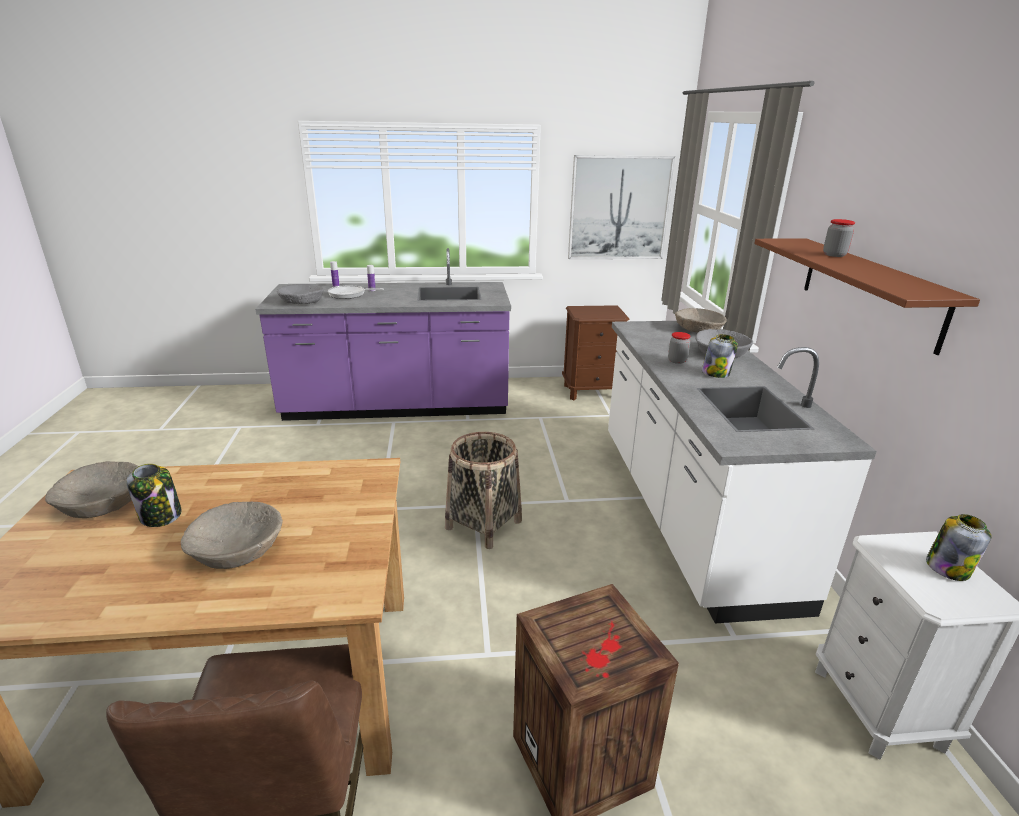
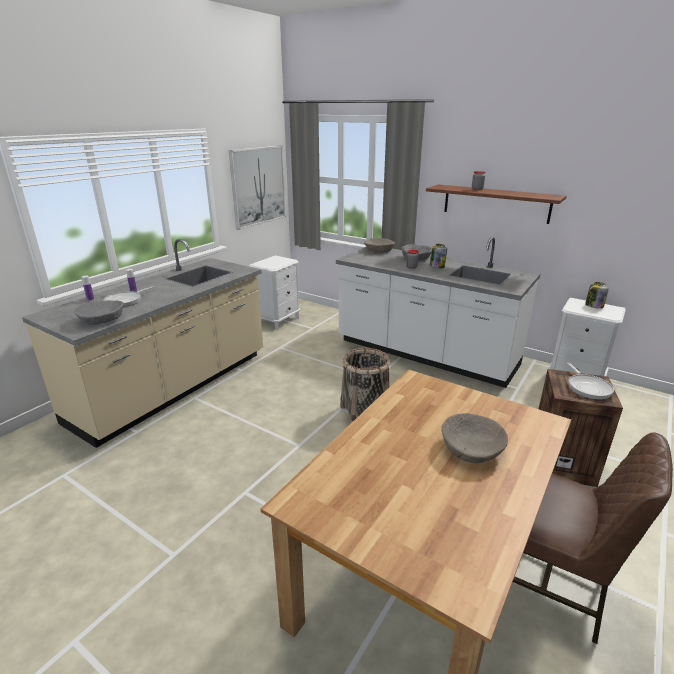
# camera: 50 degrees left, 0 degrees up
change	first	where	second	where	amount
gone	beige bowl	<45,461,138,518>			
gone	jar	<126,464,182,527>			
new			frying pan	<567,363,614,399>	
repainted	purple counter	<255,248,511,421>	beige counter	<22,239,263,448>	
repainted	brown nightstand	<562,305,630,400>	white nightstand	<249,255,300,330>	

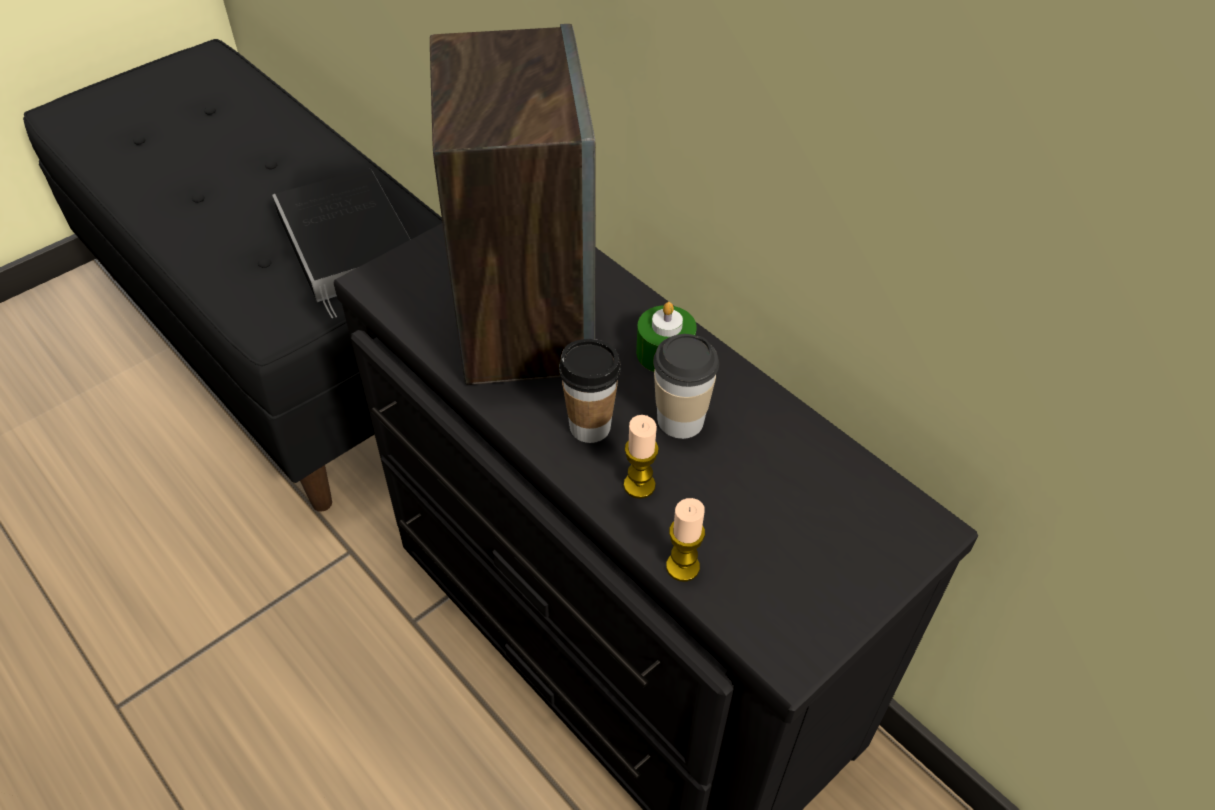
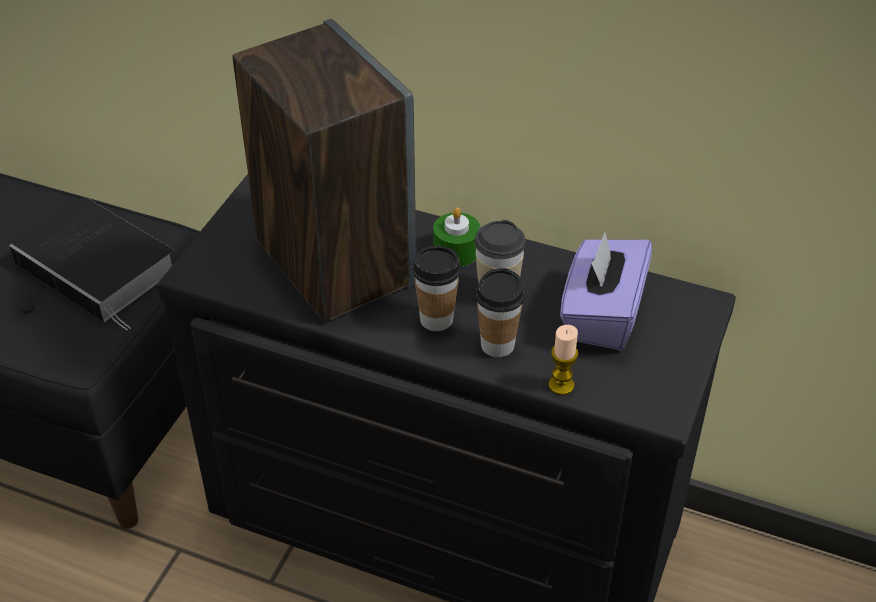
# camera: 25 degrees left, 5 degrees down
change	first	where	second	where	amount
new			purple tissue box	<560,232,652,350>	
swapped	candle	<624,415,659,499>	cup	<475,268,525,357>	

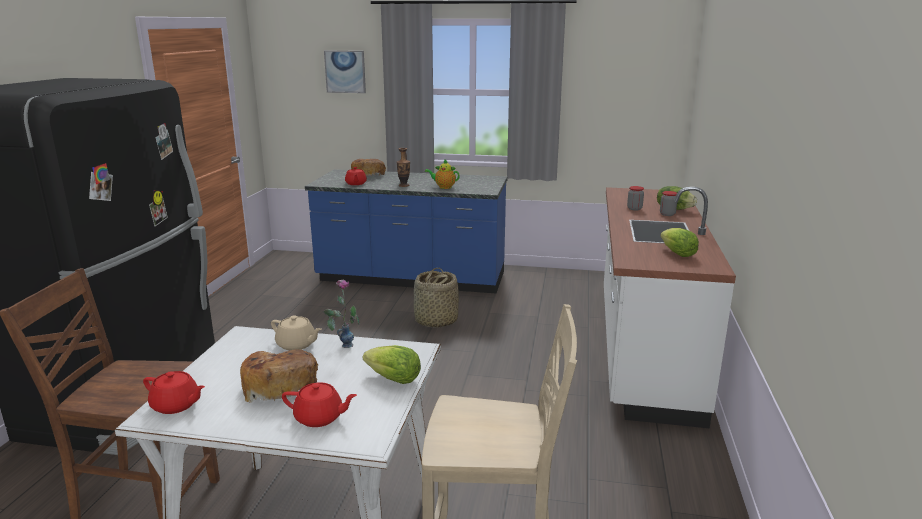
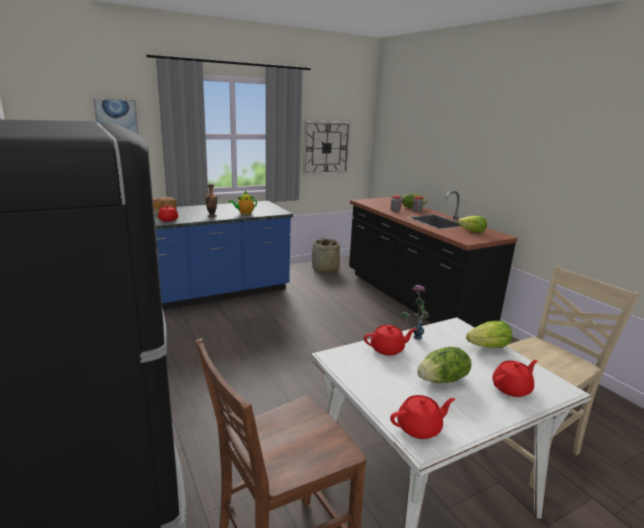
# camera: 40 degrees left, 0 degrees up
change	first	where	second	where	amount
new			wall clock	<303,121,351,175>	
shifted	basket	<414,268,459,328>		<312,237,340,273>	
swapped	bread	<240,349,318,402>	lettuce	<417,347,472,383>	
repainted	beige teapot	<271,315,322,351>	red teapot	<364,325,416,355>	
repainted	white counter	<604,187,736,428>	black counter	<349,191,518,327>	

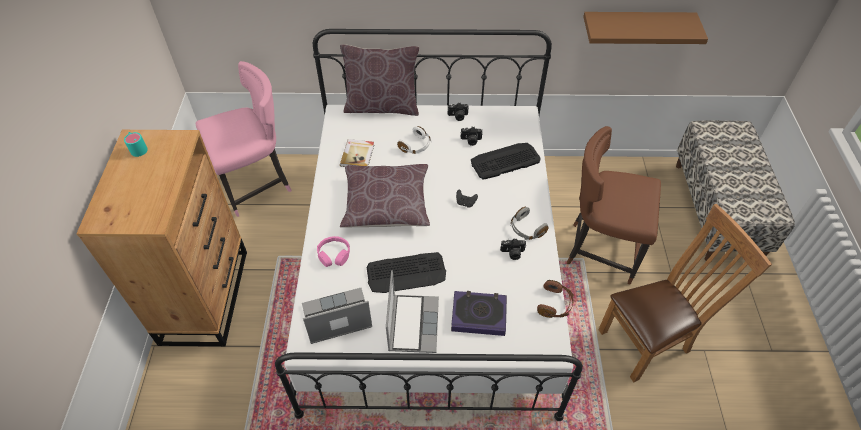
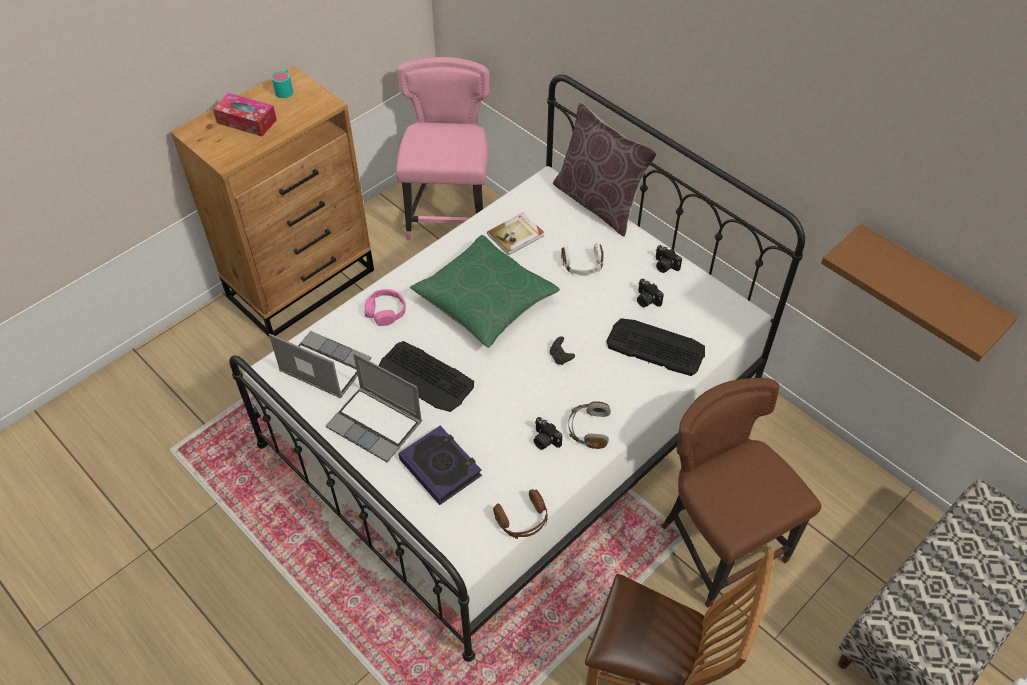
# camera: 45 degrees right, 0 degrees up
change	first	where	second	where	amount
new			tissue box	<213,93,277,136>	
repainted	brown pillow	<340,164,430,227>	green pillow	<410,235,560,348>	
rotated	pink chair	<195,61,291,217>		<396,57,489,240>	105 degrees counterclockwise
rotated	laptop	<386,270,439,353>		<326,353,422,463>	75 degrees clockwise

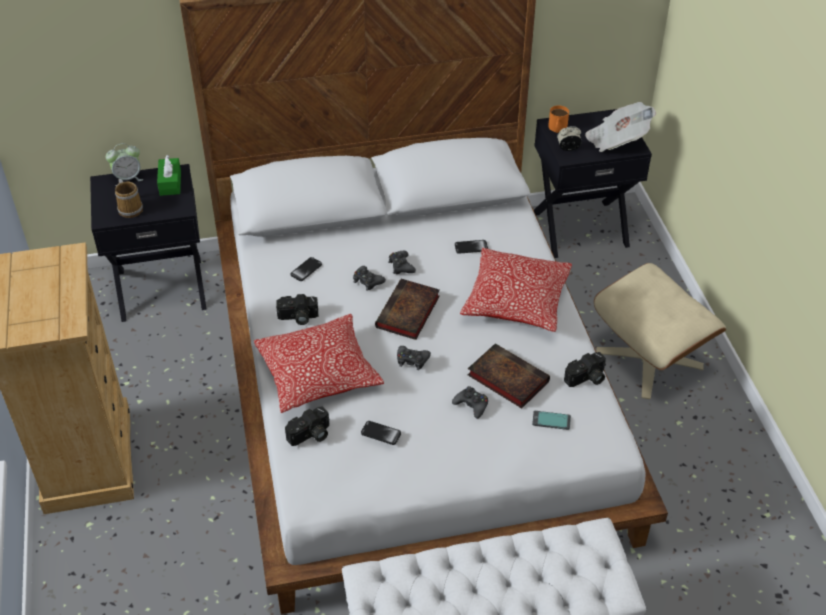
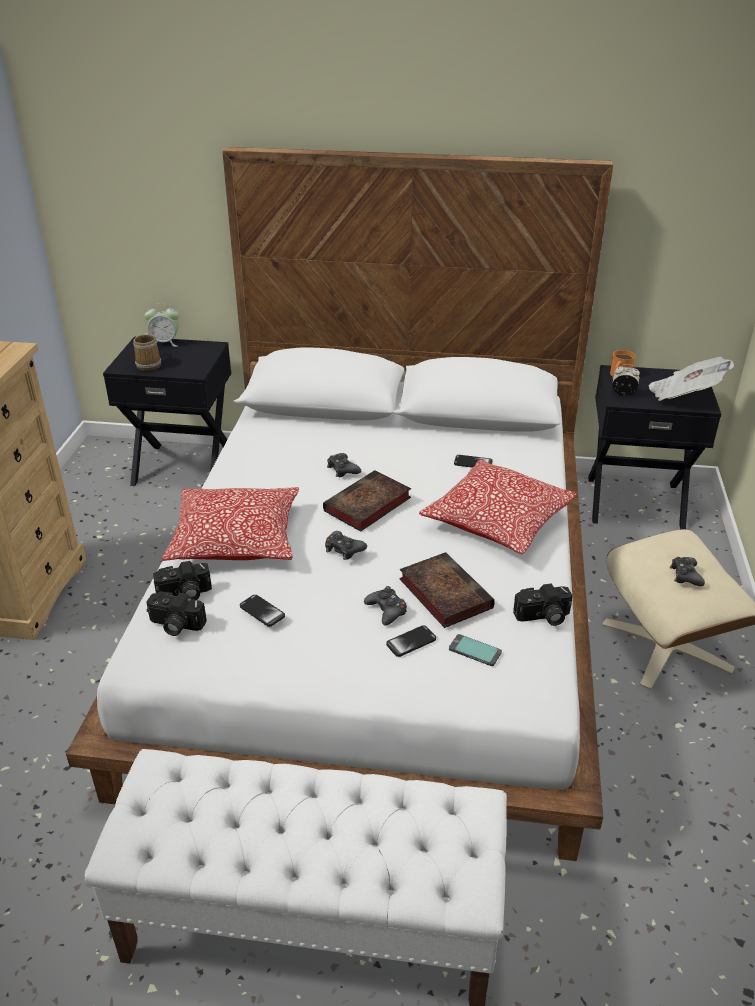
# camera: 20 degrees right, 10 degrees down
change	first	where	second	where	amount
gone	green tissue box	<157,155,181,196>			
shifted	photo camera	<276,294,318,325>		<146,591,207,636>	
shifted	phone	<290,257,322,281>		<386,625,436,657>	
shifted	black game controller	<388,251,416,274>		<670,557,705,586>	

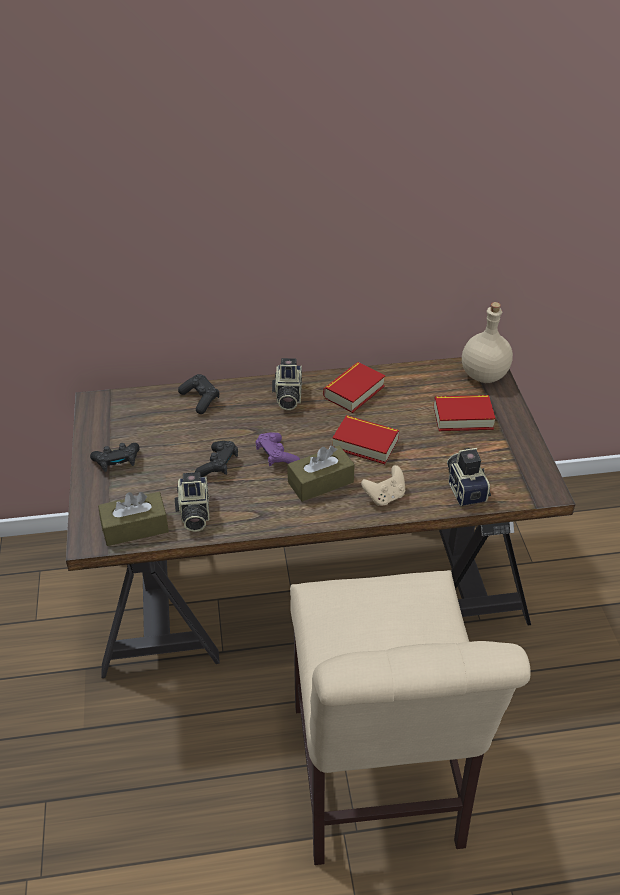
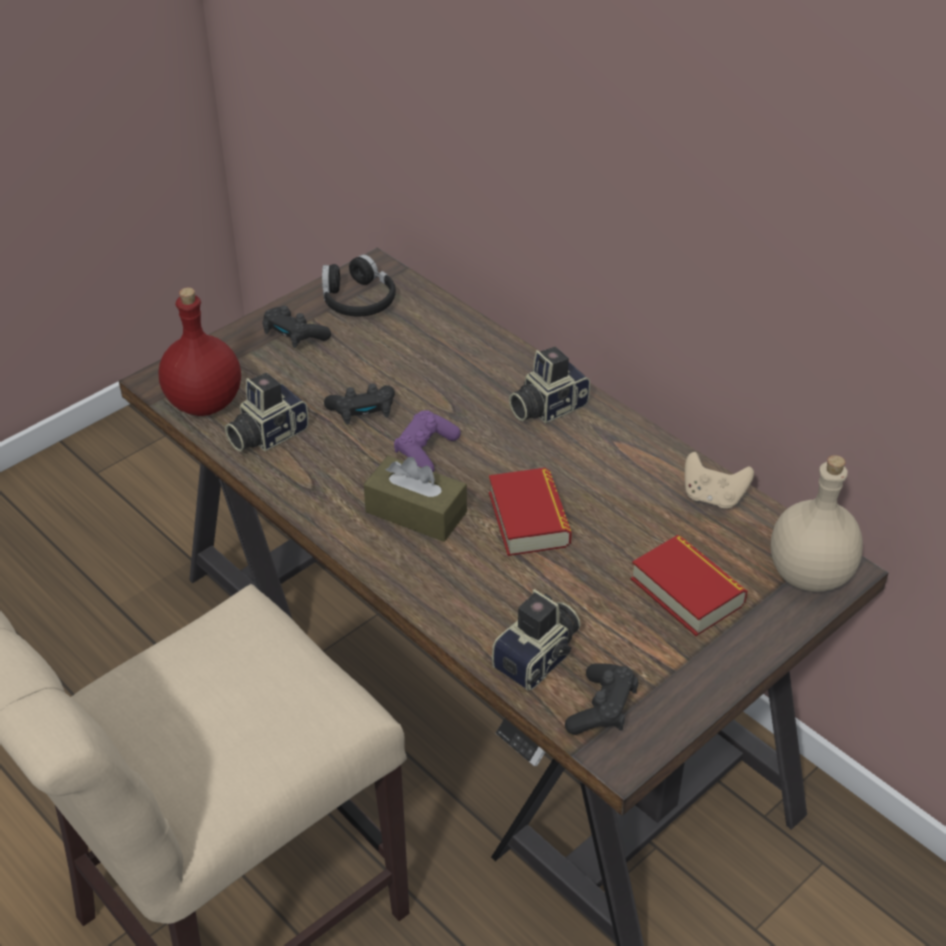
# camera: 55 degrees right, 0 degrees up
change	first	where	second	where	amount
gone	book	<323,362,385,413>			
new			black headphones	<322,254,396,317>	
shifted	black game controller	<178,374,219,414>		<565,663,639,735>	
shifted	beige game controller	<361,465,405,506>		<684,452,754,509>	
swapped	brown tissue box	<98,492,169,546>	red bottle	<158,288,241,416>	

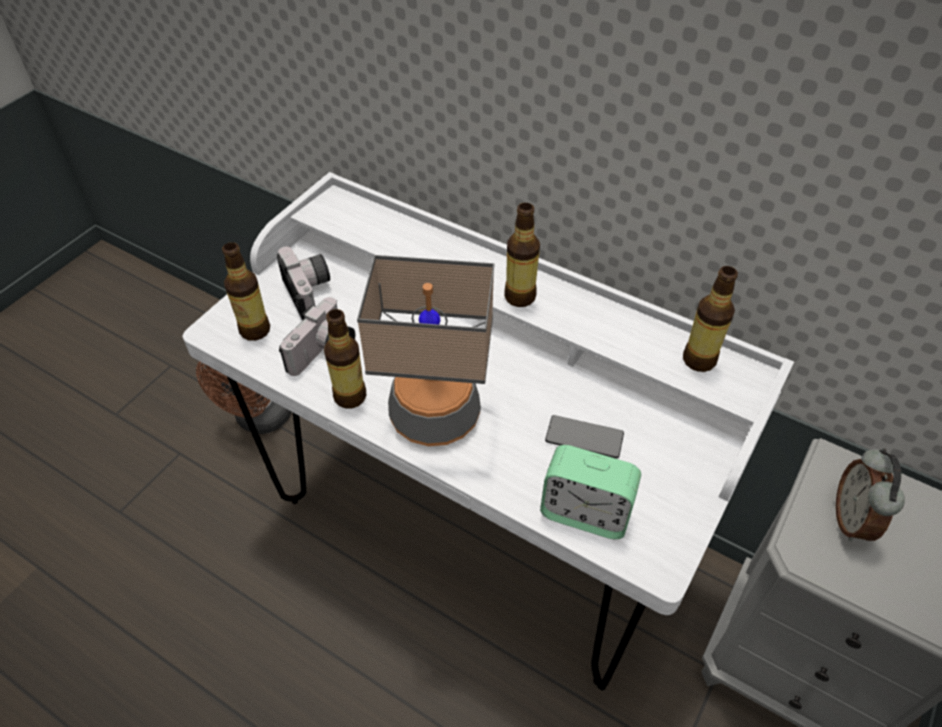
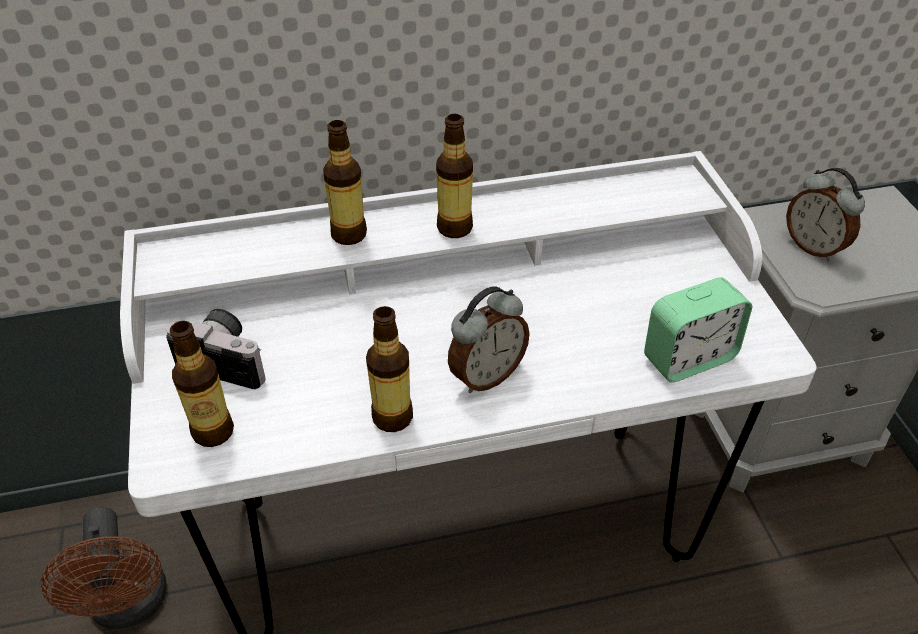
# camera: 45 degrees left, 5 degrees down
change	first	where	second	where	amount
gone	photo camera	<279,297,355,376>			
gone	phone	<545,415,624,459>			
shifted	bottle	<683,266,738,372>		<323,120,367,245>	
swapped	table lamp	<357,255,494,446>	alarm clock	<448,286,530,393>	

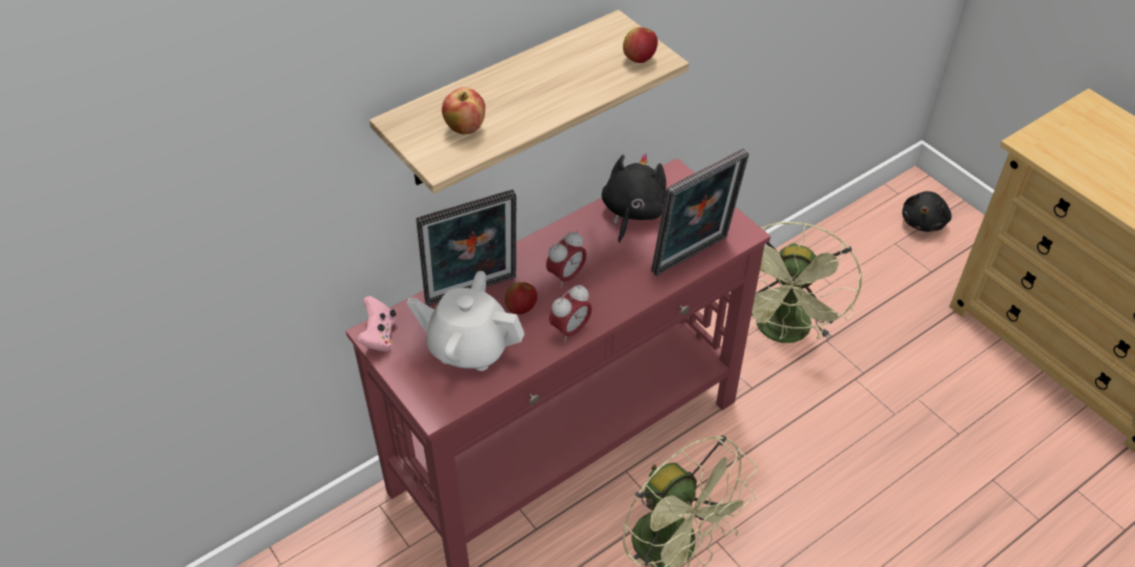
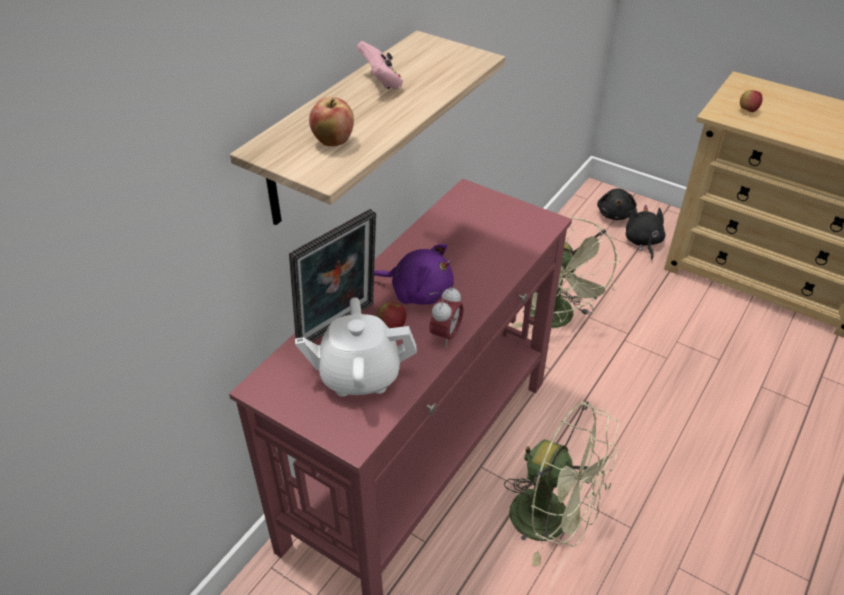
# camera: 20 degrees left, 5 degrees down
change	first	where	second	where	amount
gone	picture frame	<651,148,749,276>			
shifted	pink game controller	<356,296,396,351>		<357,41,403,90>	
shifted	black plush toy	<602,153,666,243>		<626,204,666,260>	
shifted	apple	<623,27,658,63>		<740,90,763,112>	
swapped	alarm clock	<546,231,587,288>	purple plush toy	<374,244,454,305>	

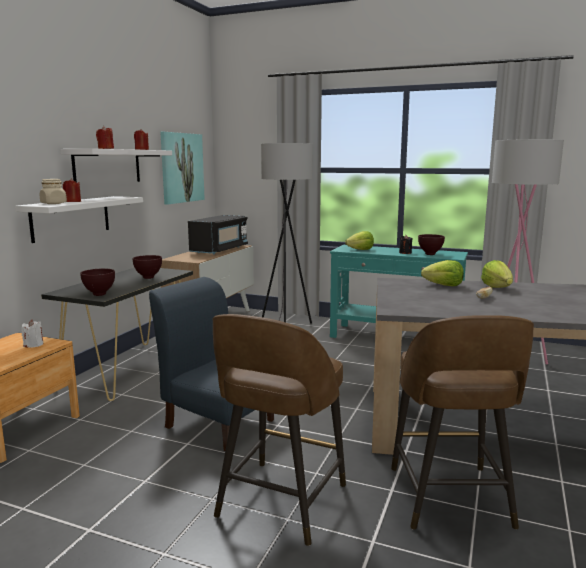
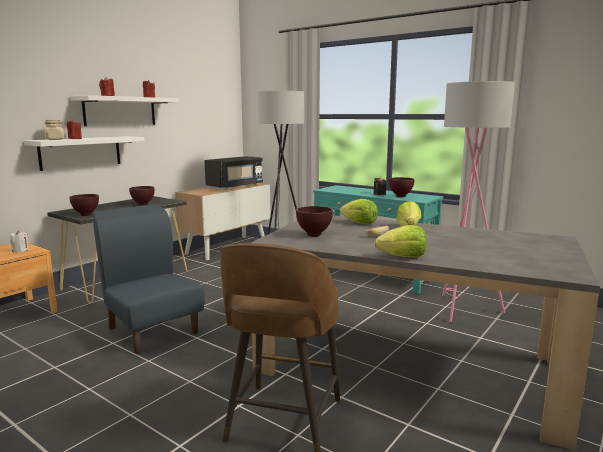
# camera: 15 degrees right, 0 degrees up
change	first	where	second	where	amount
gone	picture	<160,132,205,205>			
gone	brown stool	<213,314,346,546>			
new			brown bowl	<296,206,333,237>	
shifted	lettuce	<345,231,374,250>		<374,225,427,257>	

